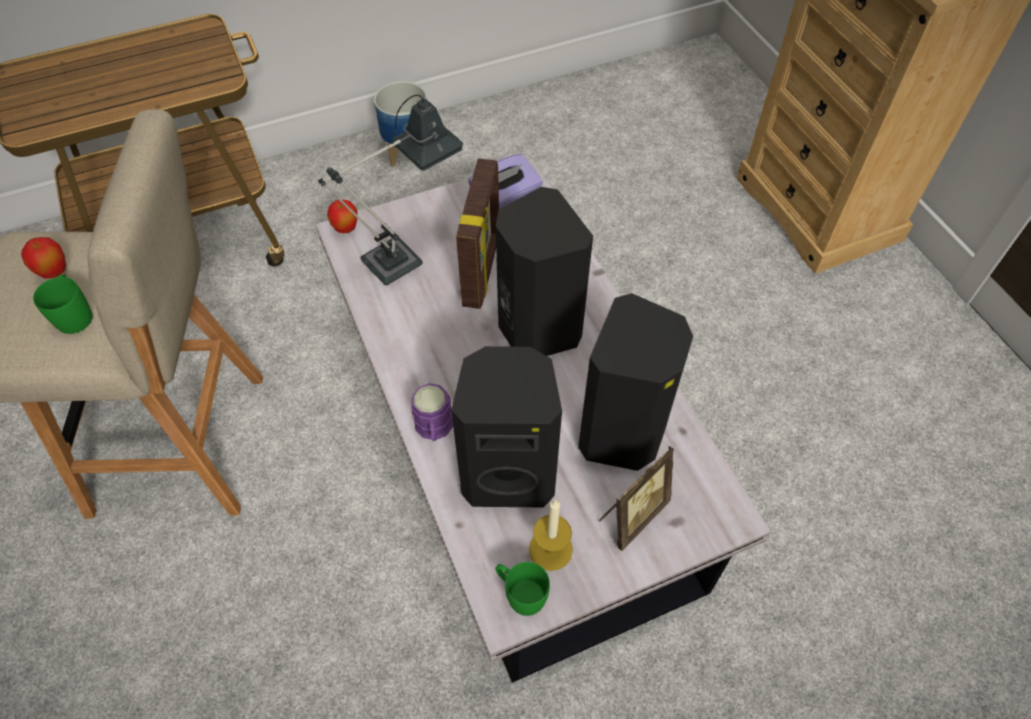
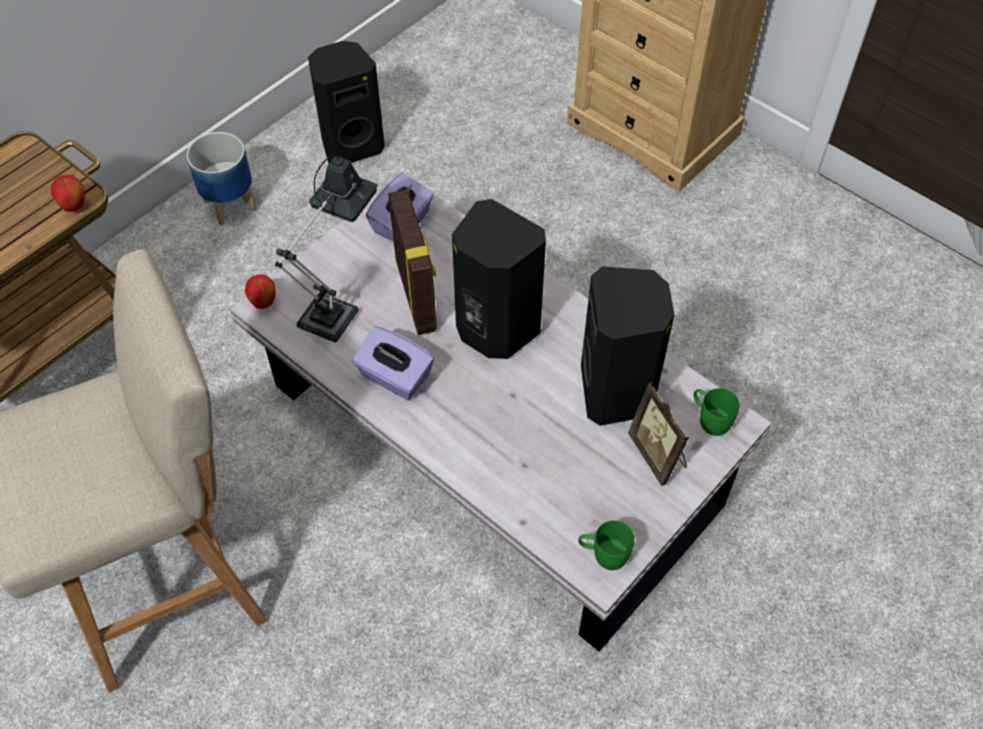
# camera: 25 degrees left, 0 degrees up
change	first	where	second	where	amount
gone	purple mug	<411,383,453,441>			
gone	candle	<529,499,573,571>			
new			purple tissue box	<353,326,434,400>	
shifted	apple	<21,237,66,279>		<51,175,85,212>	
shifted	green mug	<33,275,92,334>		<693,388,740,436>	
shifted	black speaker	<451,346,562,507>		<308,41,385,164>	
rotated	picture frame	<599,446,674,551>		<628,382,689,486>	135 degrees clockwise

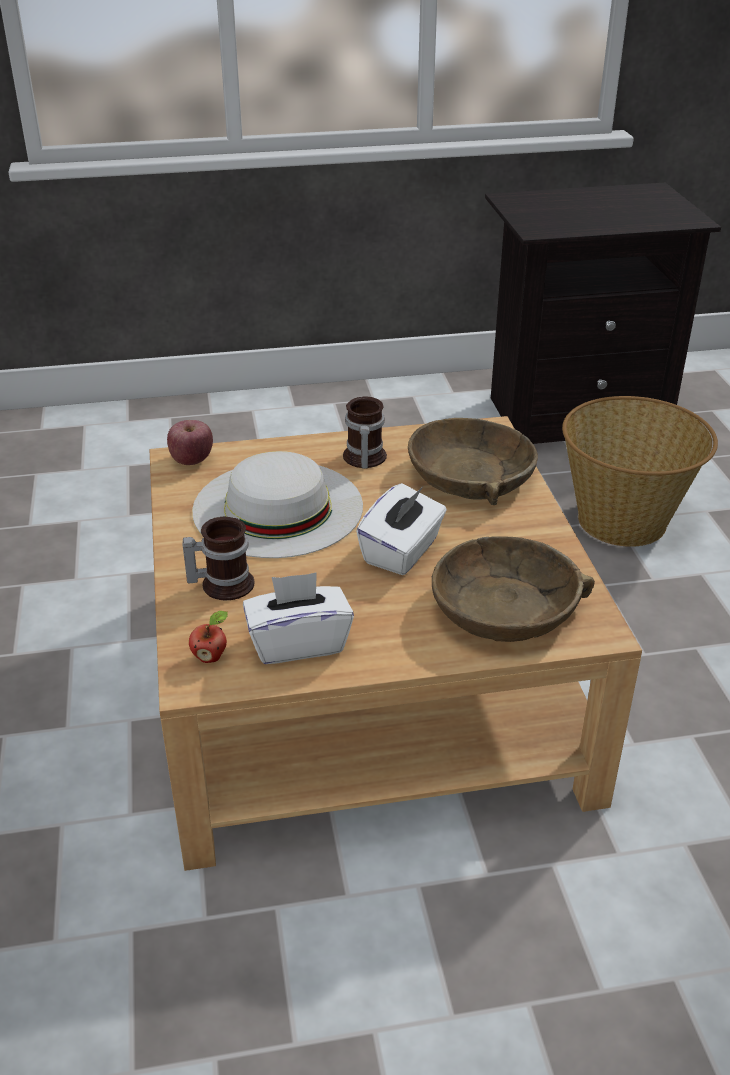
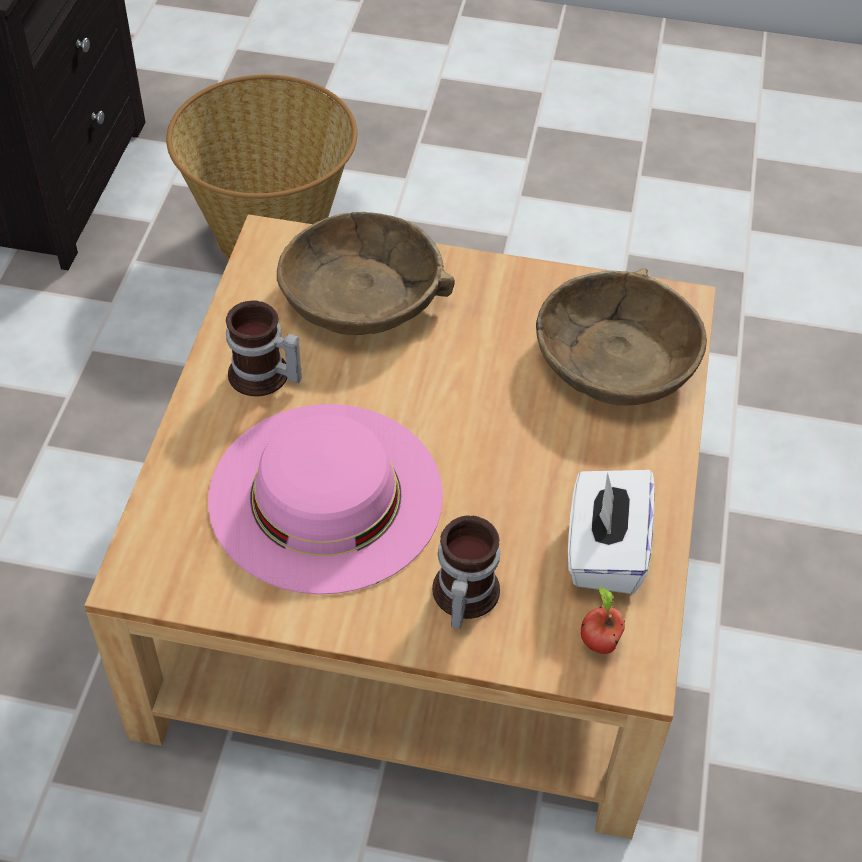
# camera: 70 degrees left, 15 degrees up
change	first	where	second	where	amount
gone	apple	<167,420,213,465>			
gone	white tissue box	<356,483,447,575>			
repainted	white hat	<192,451,363,558>	pink hat	<208,404,443,594>	

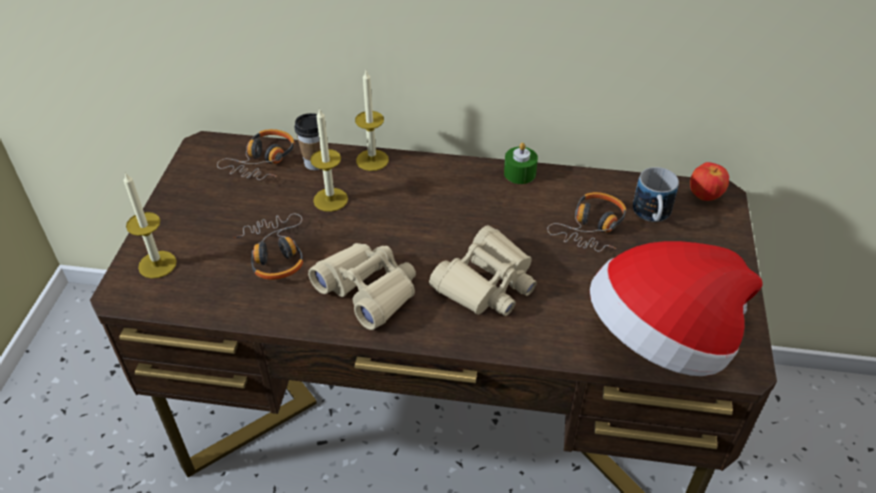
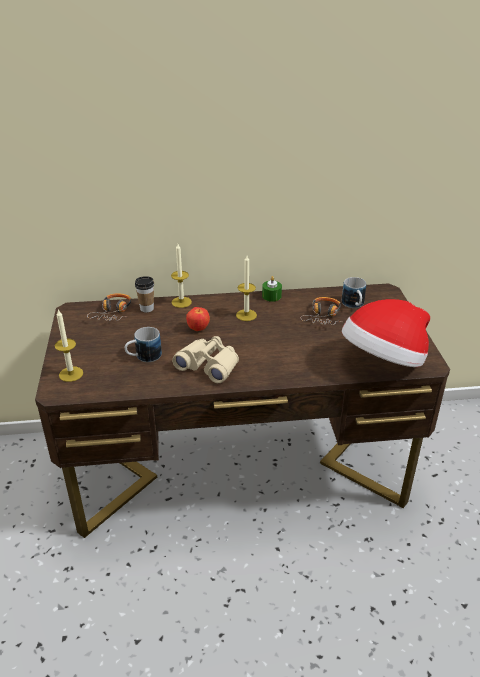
# camera: 15 degrees left, 10 degrees down
change	first	where	second	where	amount
gone	beige binoculars	<429,225,537,316>			
shifted	candle	<310,108,348,212>		<236,256,257,321>	
shifted	apple	<690,162,729,201>		<186,307,210,331>	
swapped	headphones	<233,214,303,280>	mug	<125,327,162,362>	

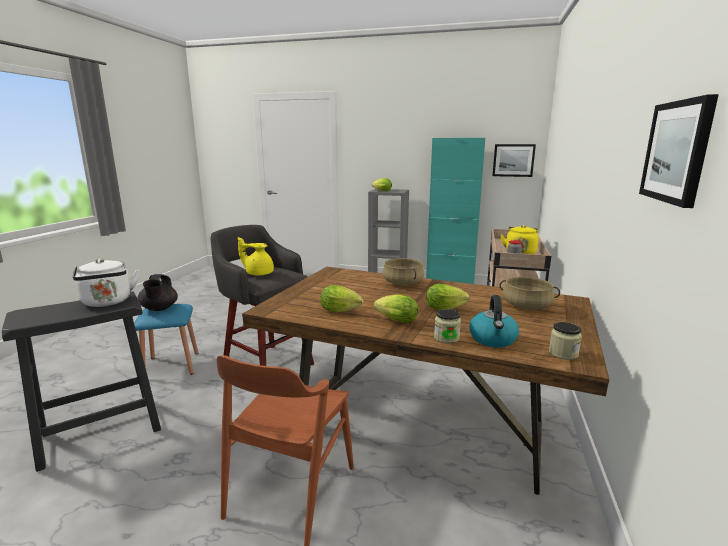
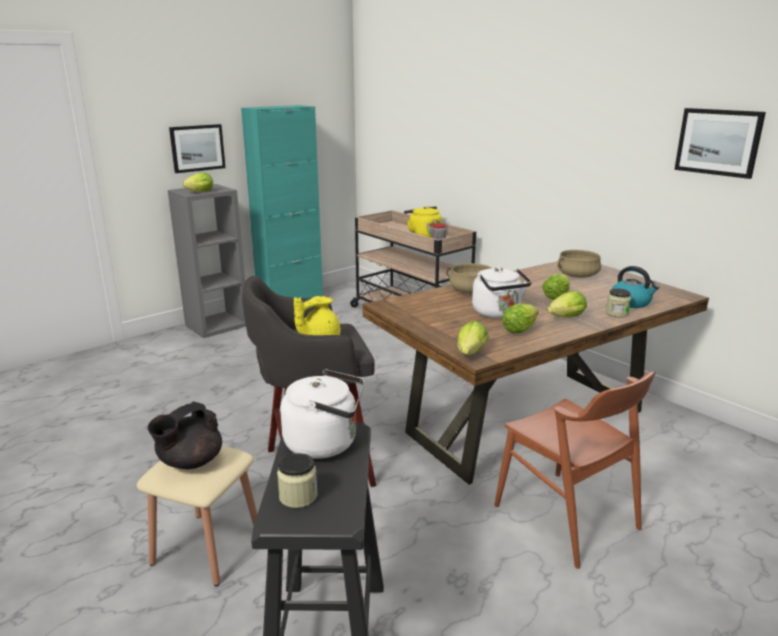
# camera: 55 degrees left, 5 degrees up
change	first	where	second	where	amount
new			lettuce	<457,321,489,355>	
new			white kettle	<472,267,532,318>	
shifted	picture	<492,144,536,177>		<169,124,226,173>	
shifted	jar	<549,322,582,360>		<277,453,318,508>	
repainted	blue stool	<134,304,198,375>	beige stool	<137,446,257,586>	
rotated	black teapot	<137,274,178,311>		<148,402,222,469>	105 degrees clockwise

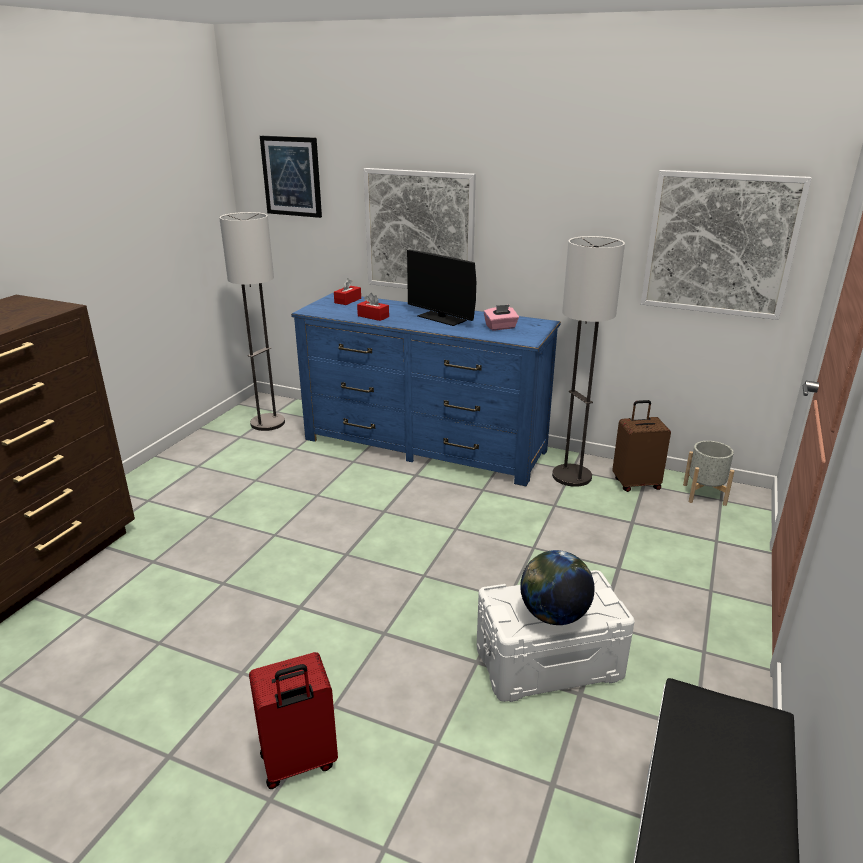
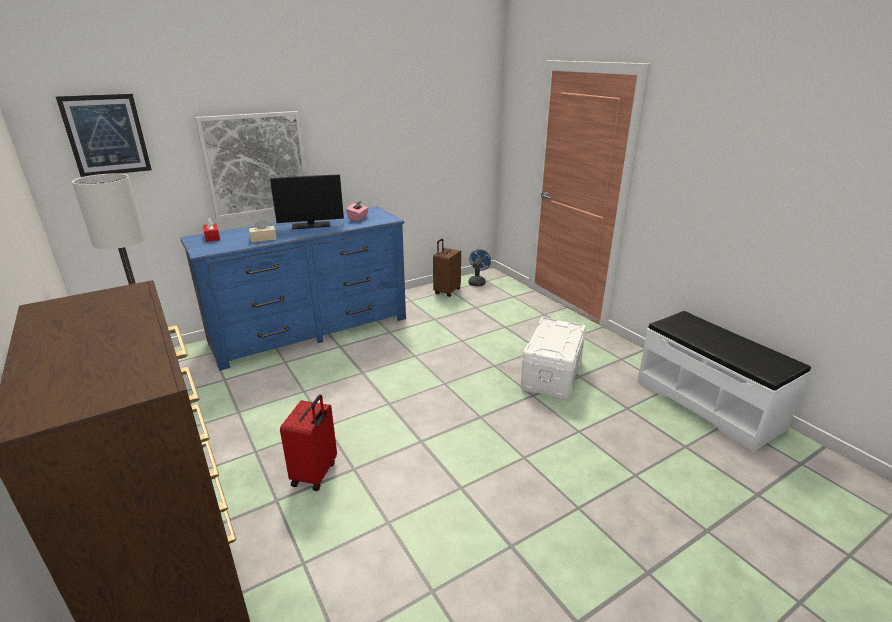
# camera: 55 degrees left, 0 degrees up
change	first	where	second	where	amount
gone	globe	<520,550,594,625>			
gone	floor lamp	<552,236,625,487>			
gone	picture	<641,170,812,320>			
shifted	red suitcase	<249,652,338,789>		<280,394,337,491>	
swapped	grey planter	<683,441,734,506>	blue fan	<469,249,491,286>	
repainted	red tissue box	<357,293,389,321>	beige tissue box	<249,219,277,242>	

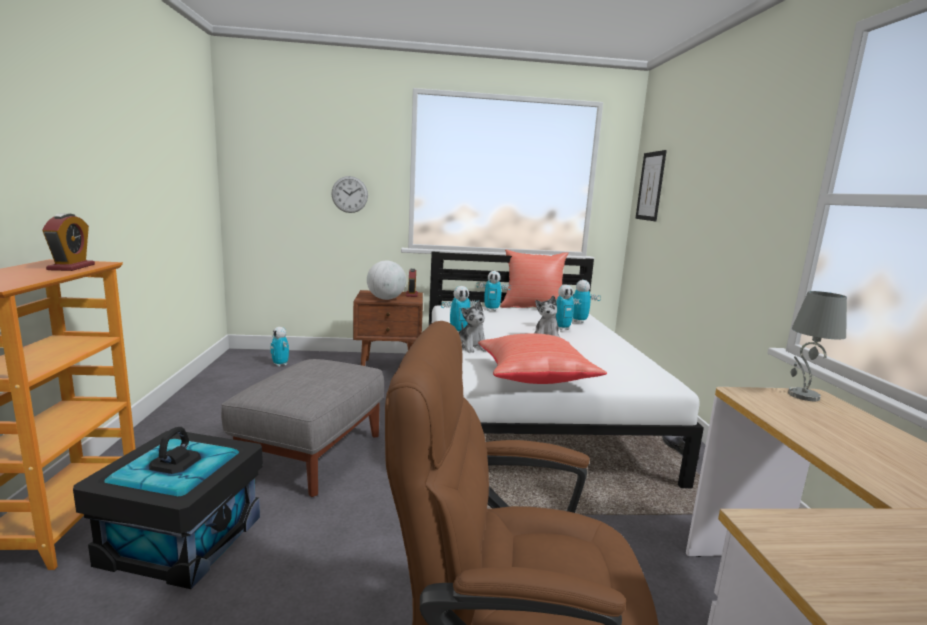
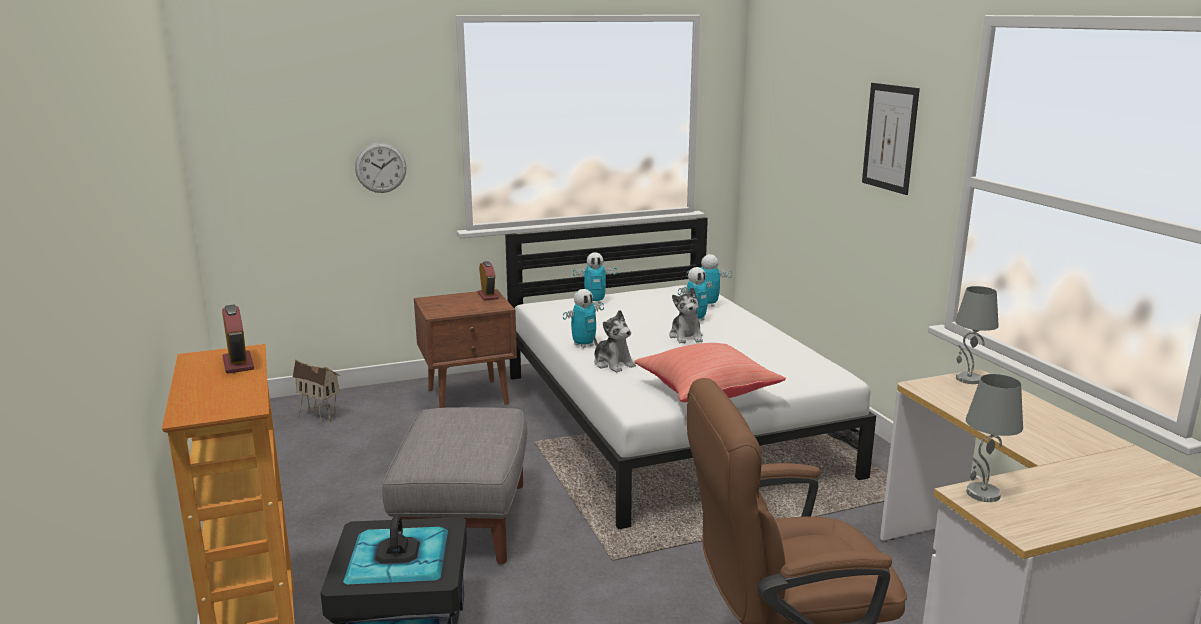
# camera: 15 degrees left, 5 degrees up
change	first	where	second	where	amount
gone	globe	<367,261,406,300>			
gone	red pillow	<500,249,568,308>			
new			grey table lamp	<966,374,1023,502>	
shifted	picture	<635,150,667,221>		<862,83,920,195>	
swapped	toy robot	<270,327,289,367>	toy house	<293,359,340,424>	

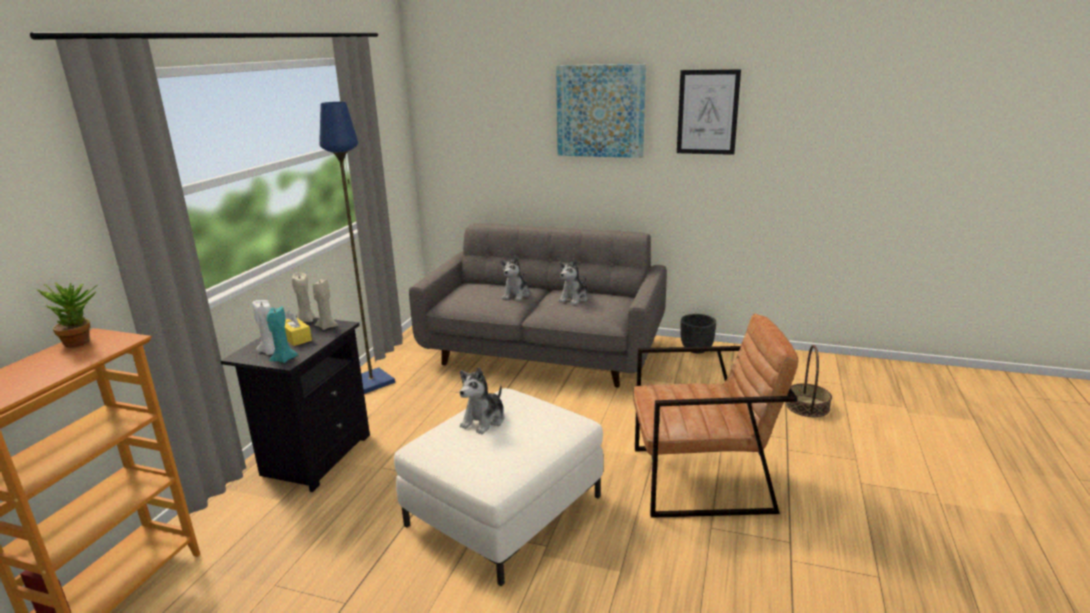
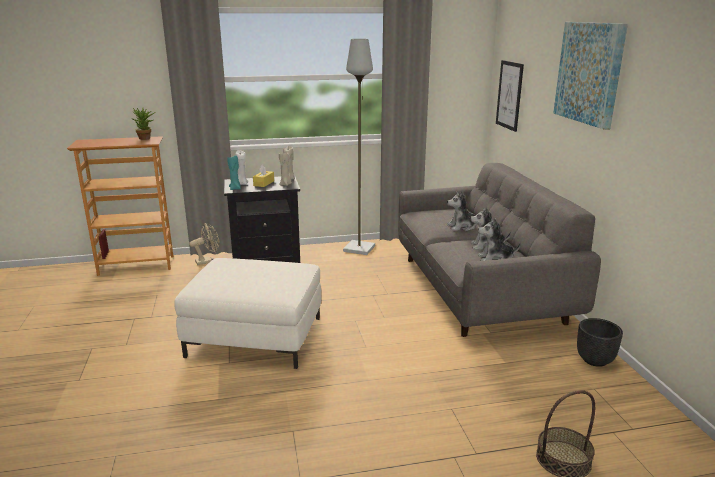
# camera: 60 degrees right, 0 degrees up
change	first	where	second	where	amount
gone	brown armchair	<633,314,798,518>			
new			beige fan	<189,223,219,265>	
shifted	plush toy	<459,368,504,434>		<478,218,520,261>	
shifted	picture	<677,69,741,155>		<496,60,524,132>	
repainted	blue floor lamp	<319,102,395,394>	grey floor lamp	<343,39,375,255>	

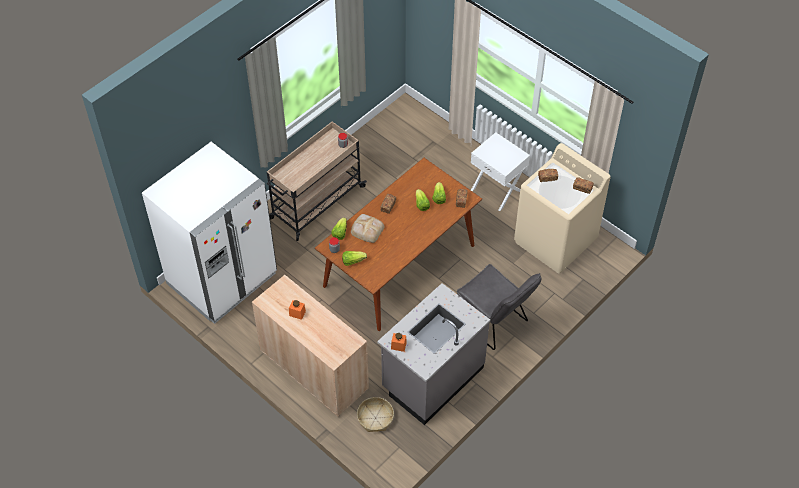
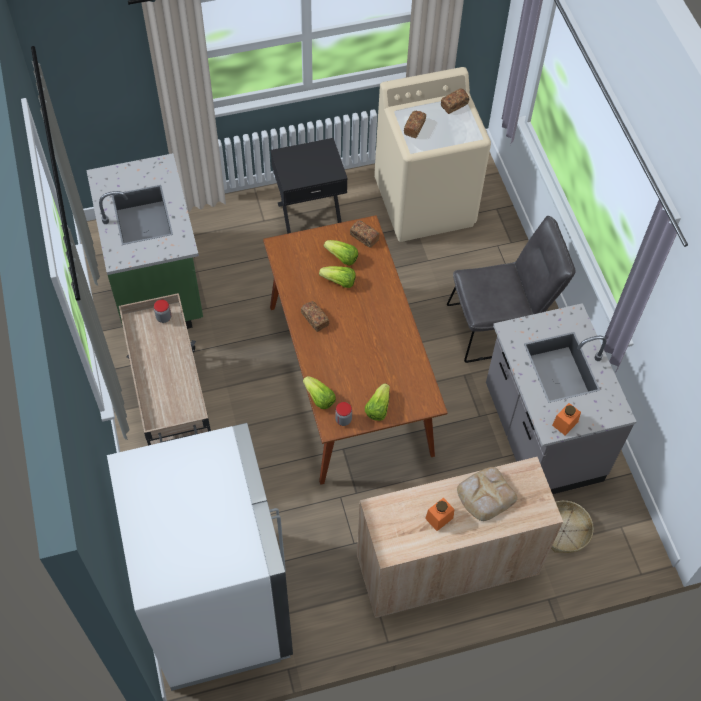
# camera: 60 degrees left, 5 degrees up
change	first	where	second	where	amount
new			green counter	<86,153,203,329>	
shifted	bread	<351,214,384,243>		<457,467,517,521>	
repainted	white nightstand	<471,132,530,211>	black nightstand	<271,138,348,234>	

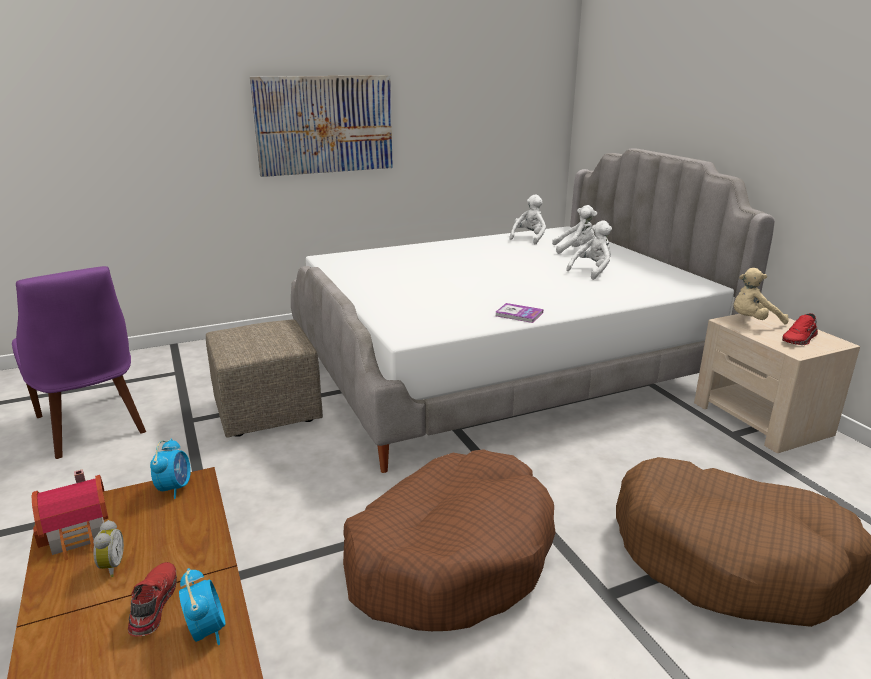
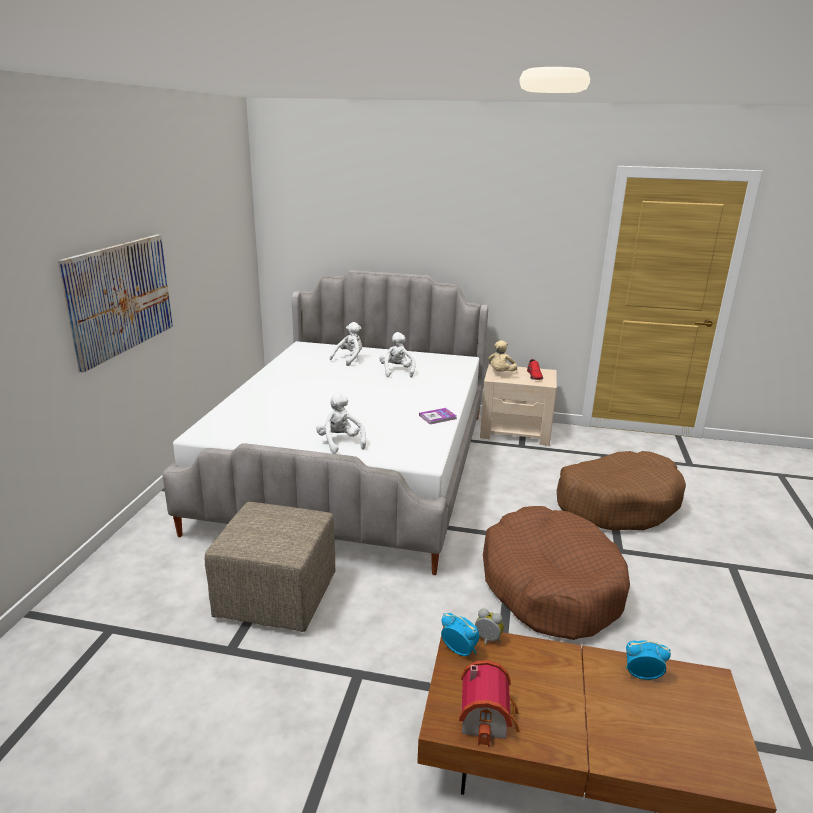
# camera: 55 degrees left, 0 degrees up
change	first	where	second	where	amount
gone	purple chair	<12,266,146,459>			
gone	red shoe	<128,562,177,637>			
shifted	alarm clock	<93,520,124,577>		<475,608,504,645>	
shifted	white plush toy	<509,195,546,244>		<316,393,366,454>	

